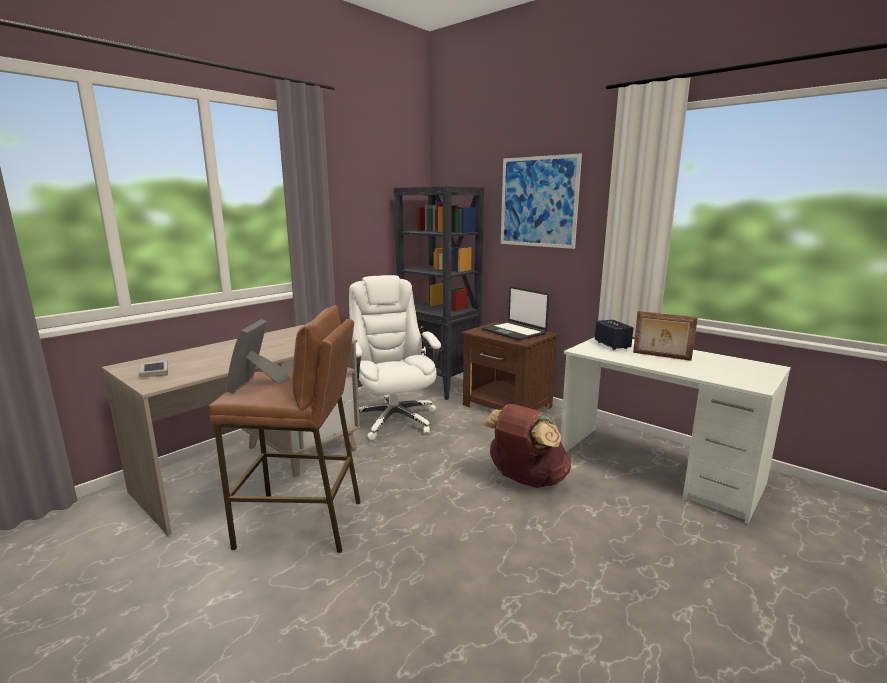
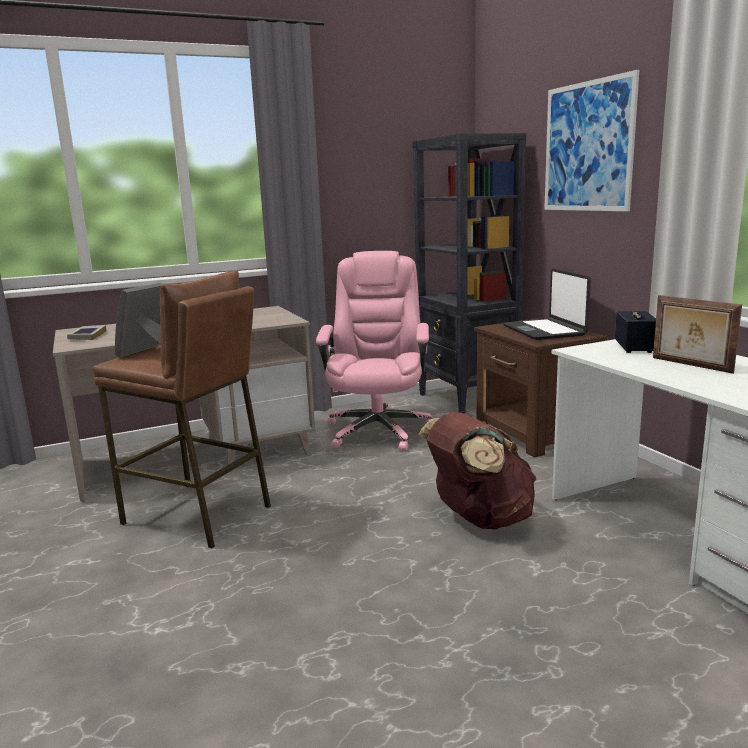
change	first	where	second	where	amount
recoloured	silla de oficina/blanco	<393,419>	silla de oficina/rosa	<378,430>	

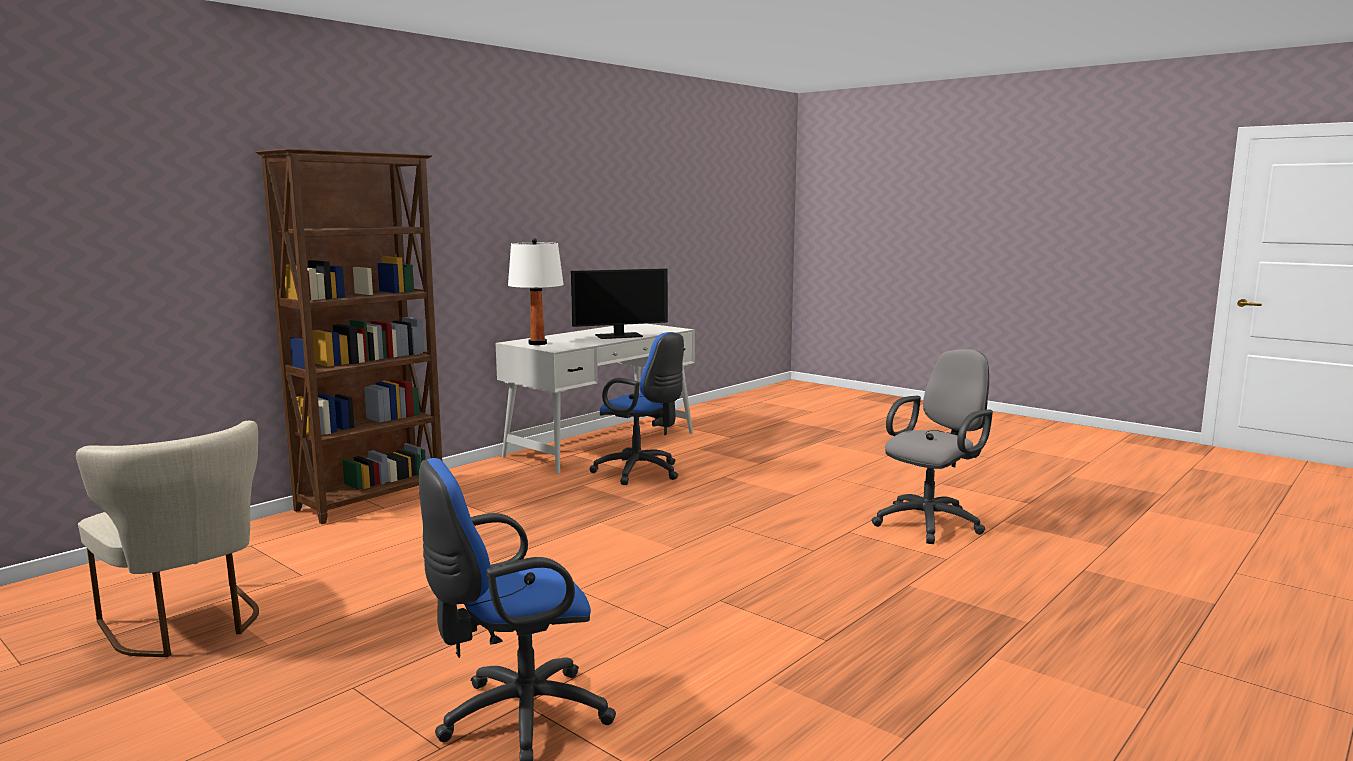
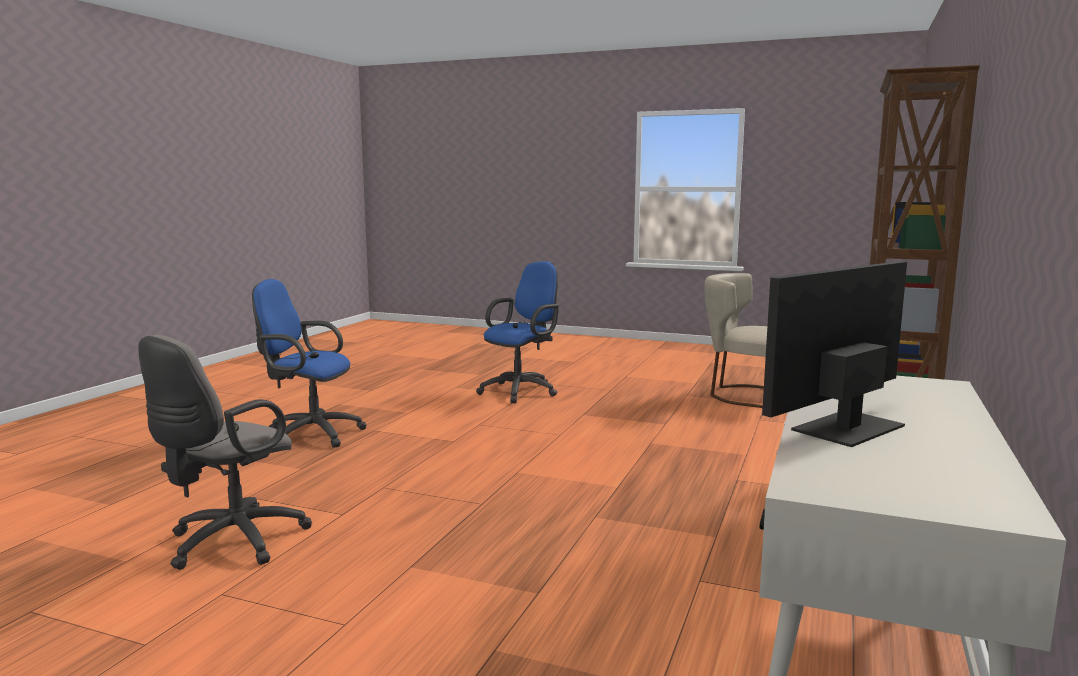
change	first	where	second	where	amount
removed	lámpara de mesa/blanco	<538,343>			
moved	silla de oficina/azul	<641,472>		<309,434>	

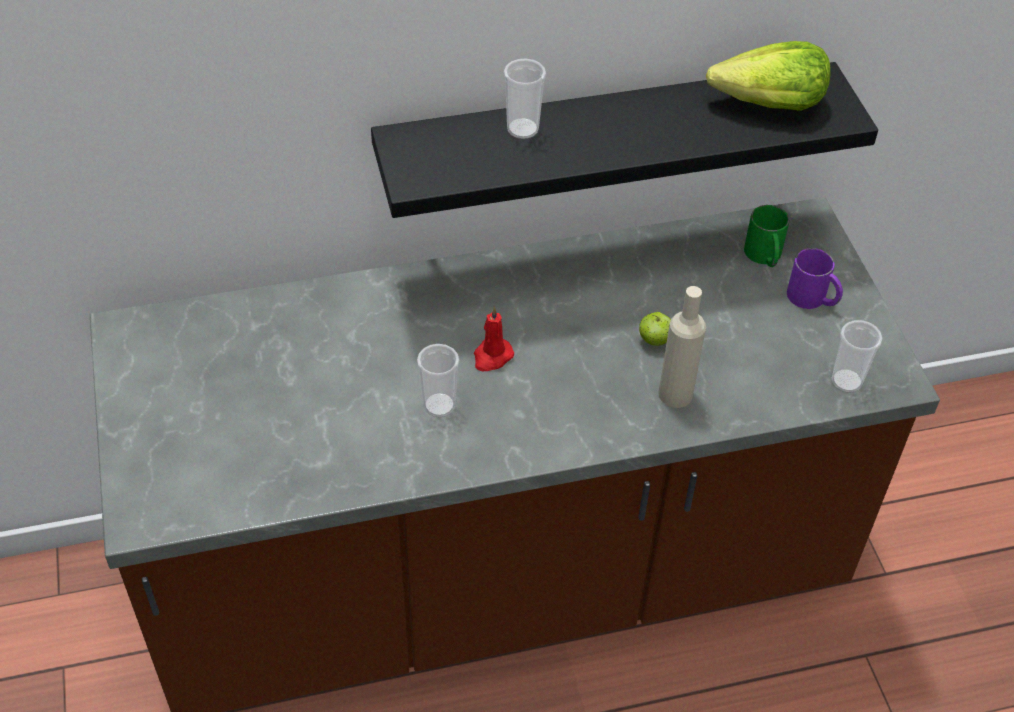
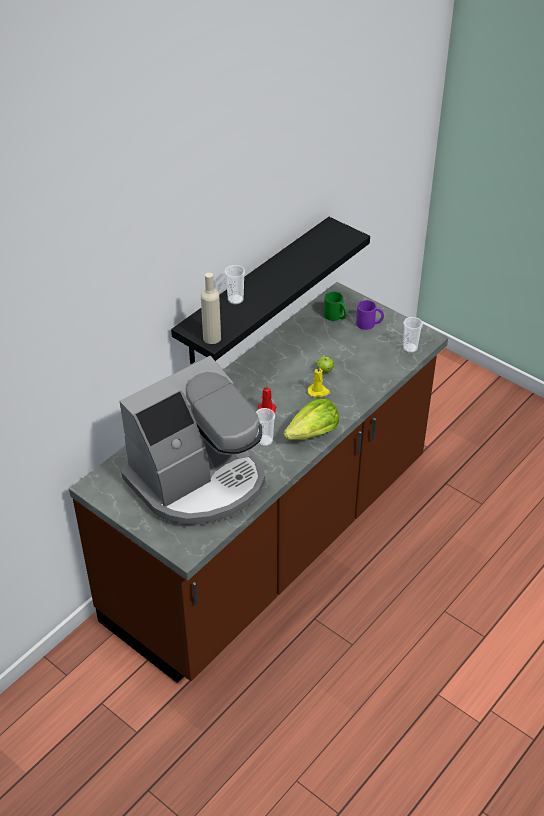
change	first	where	second	where	amount
moved	botella/beis	<675,394>		<212,338>	
moved	lechuga	<769,104>		<313,434>	
added			cafetera	<198,480>	
added			vela/amarillo	<318,392>	

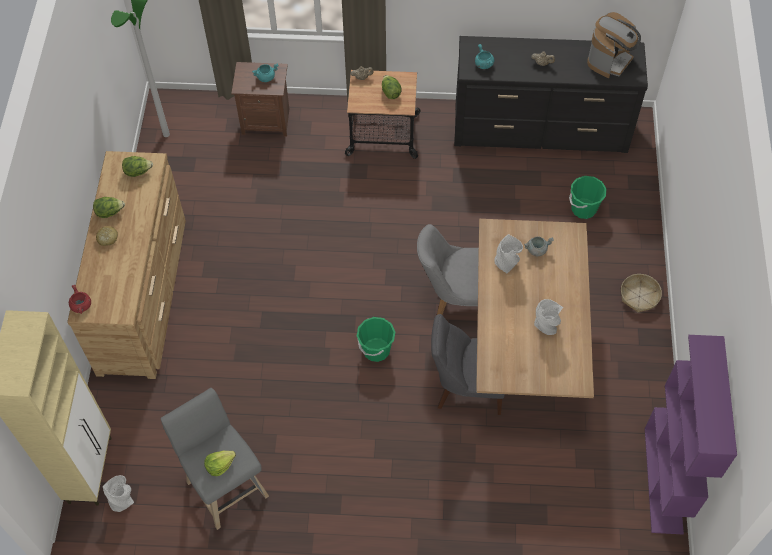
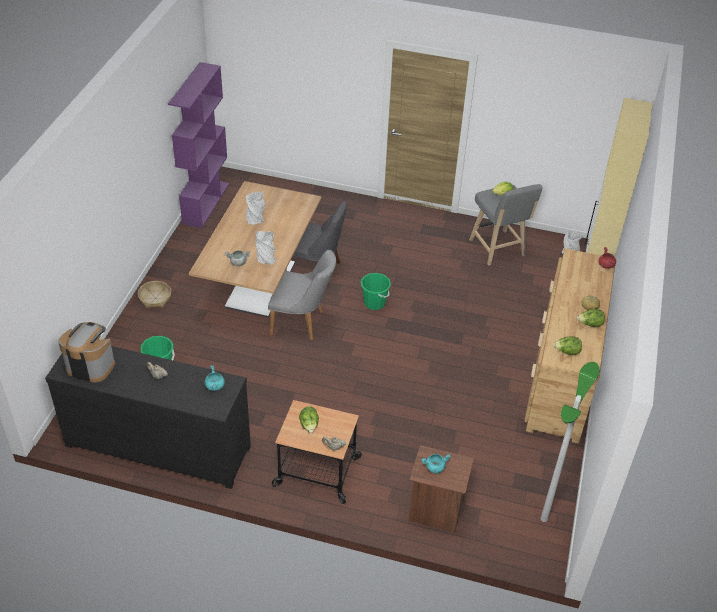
change	first	where	second	where	amount
turned	cafetera	<610,60>		<90,366>	60 degrees clockwise

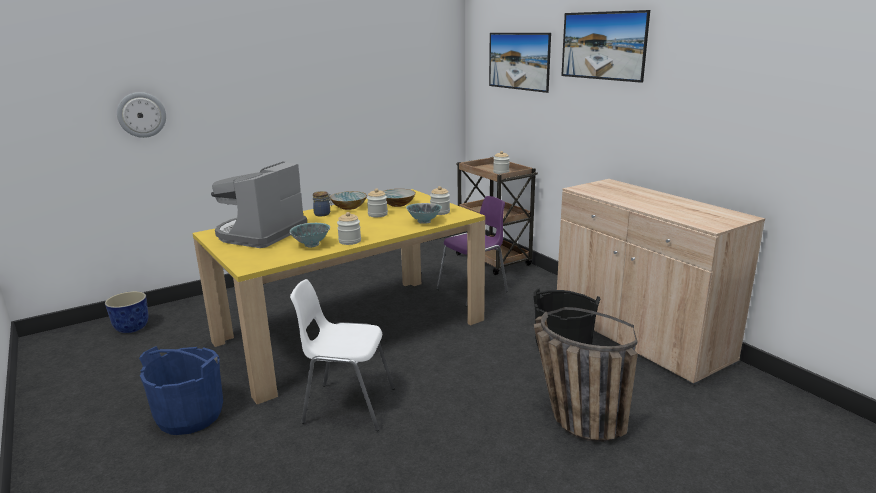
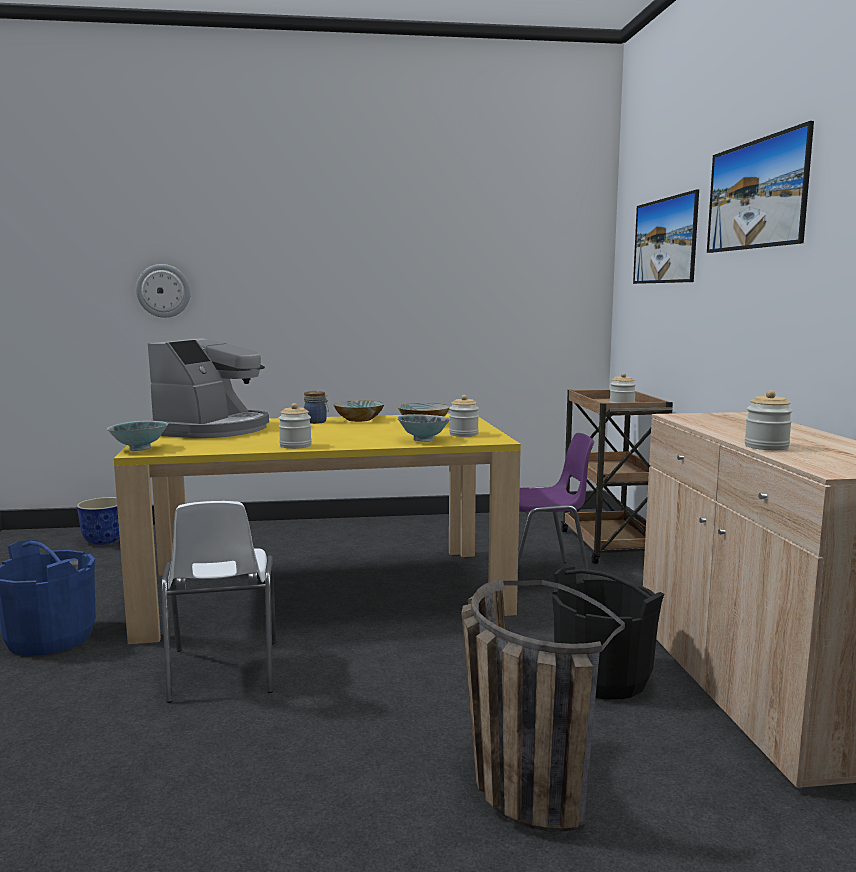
change	first	where	second	where	amount
turned	cafetera	<260,234>		<214,429>	150 degrees clockwise
moved	cuenco	<311,245>		<140,449>	
turned	silla/blanco	<347,405>		<222,672>	135 degrees counterclockwise
moved	tarro	<377,214>		<766,446>	

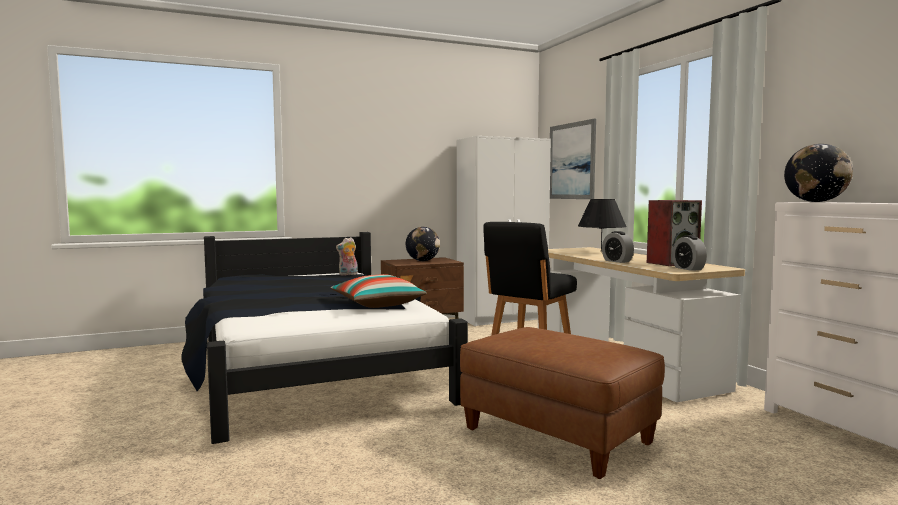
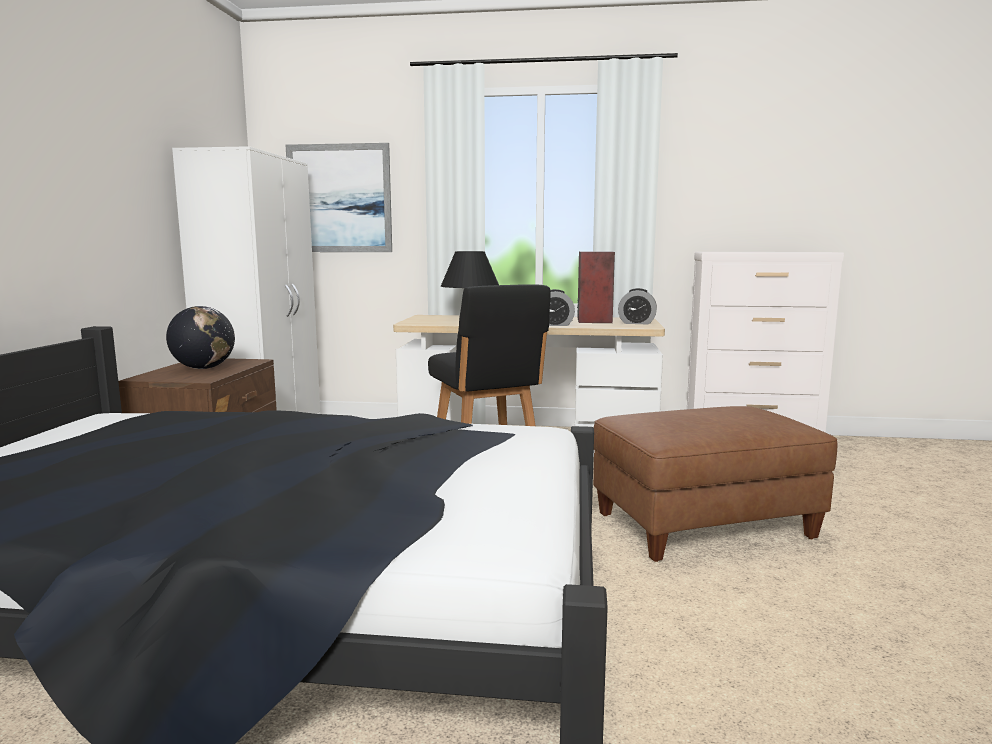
change	first	where	second	where	amount
removed	cojín	<378,304>			
removed	peluche	<348,274>			
removed	globo terráqueo	<816,202>			

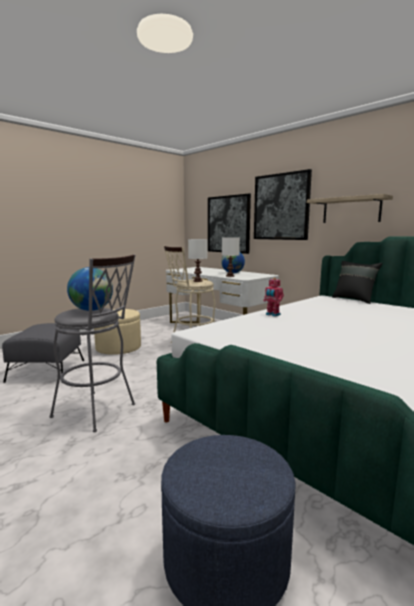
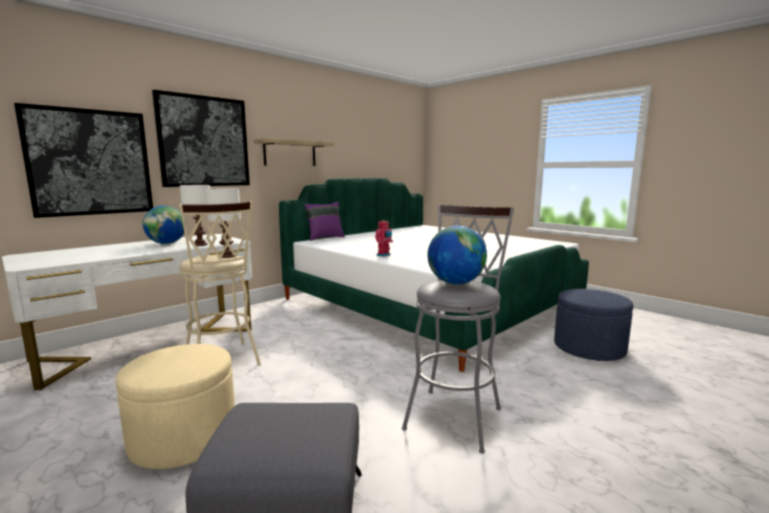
change	first	where	second	where	amount
recoloured	cojín/negro	<354,299>	cojín/morado	<324,238>	

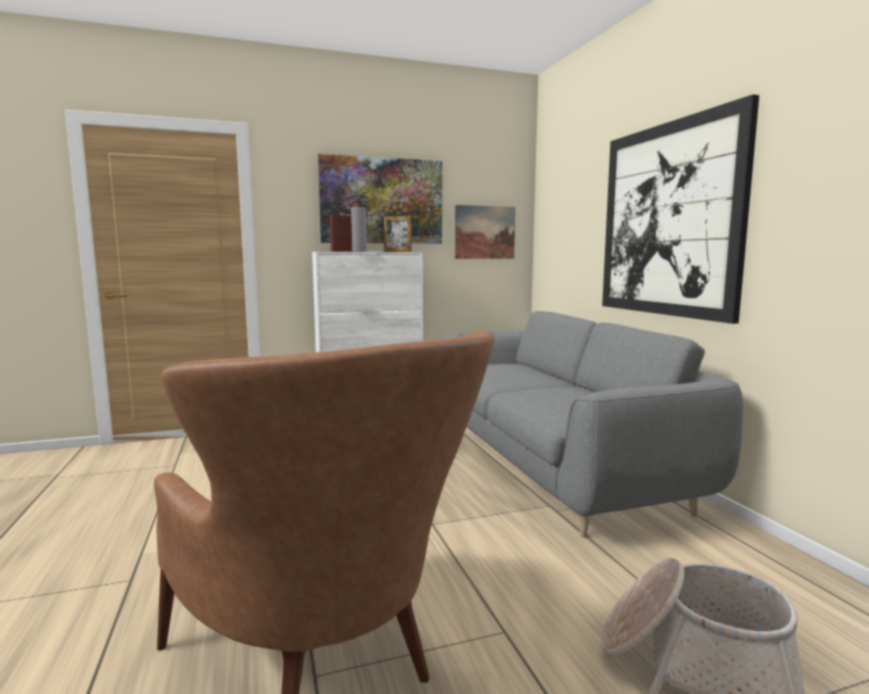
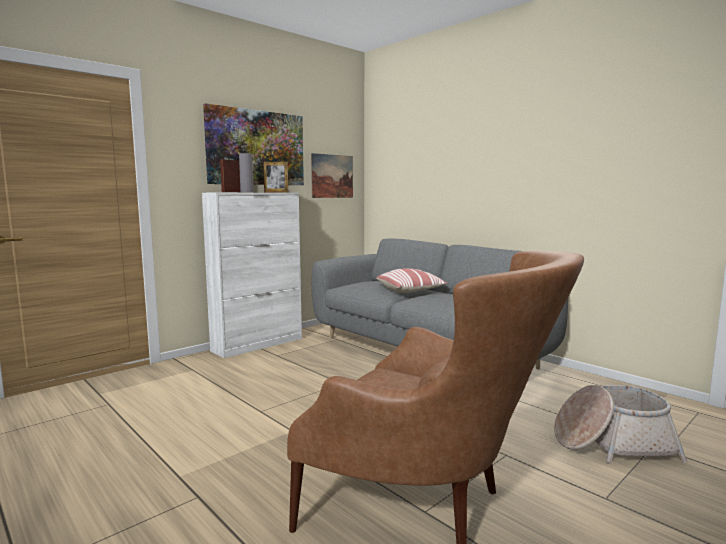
change	first	where	second	where	amount
removed	cuadro	<668,220>			
added			cojín	<410,291>	

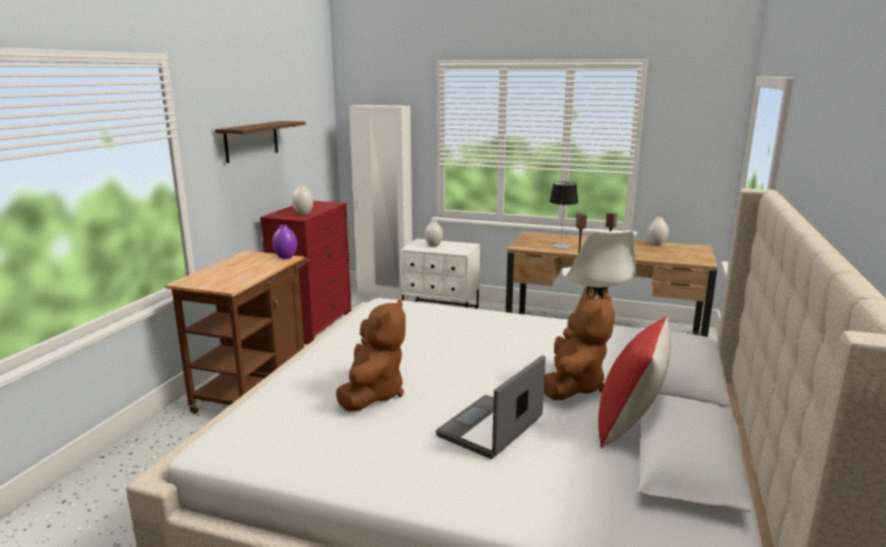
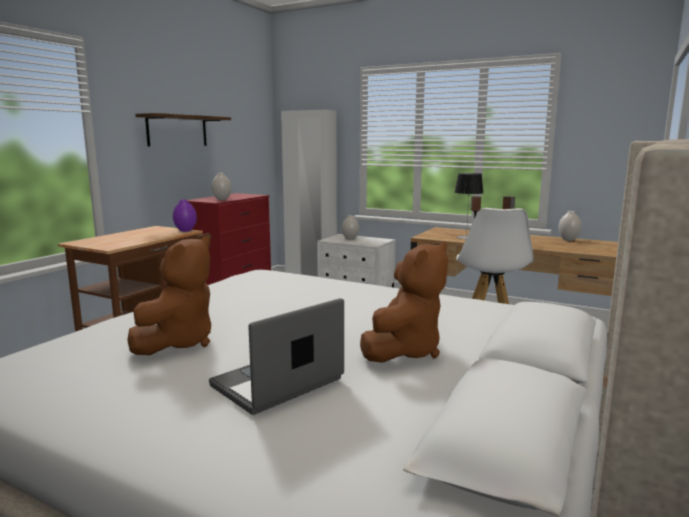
change	first	where	second	where	amount
removed	cojín/rojo	<629,425>			

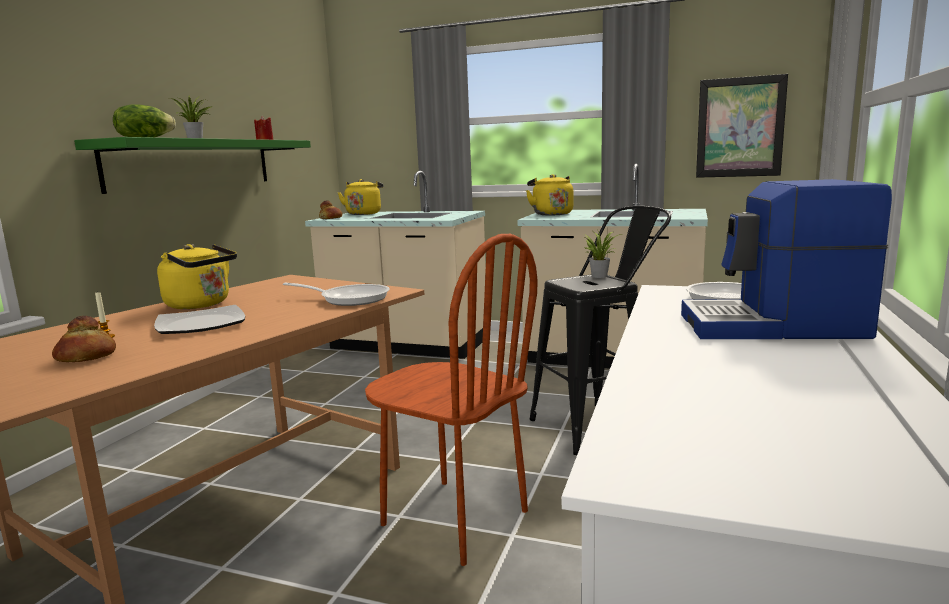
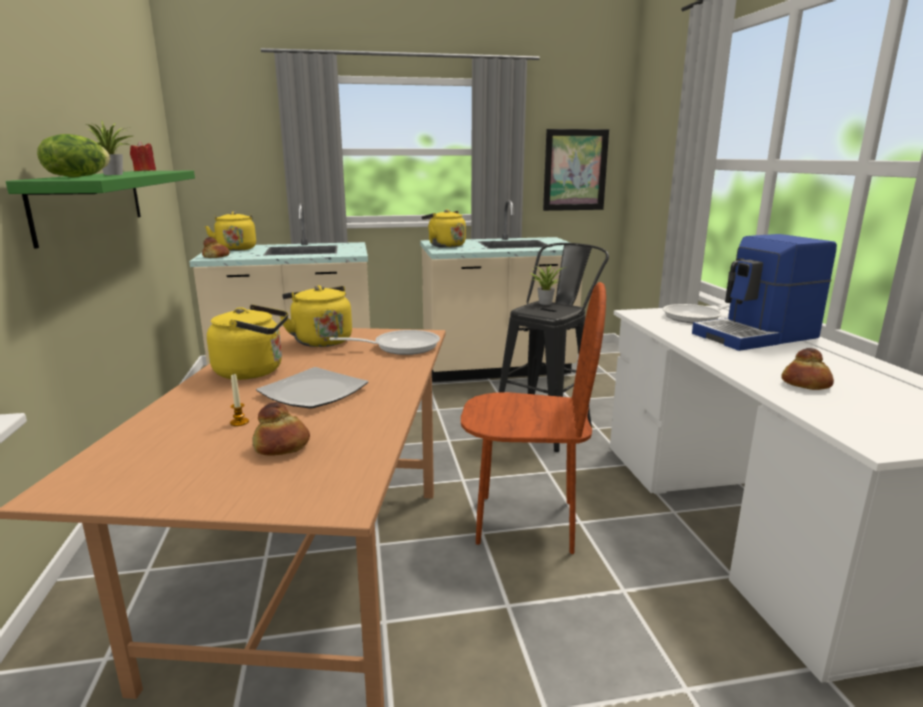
change	first	where	second	where	amount
added			hervidor/amarillo	<320,340>	
added			pan	<805,384>	

